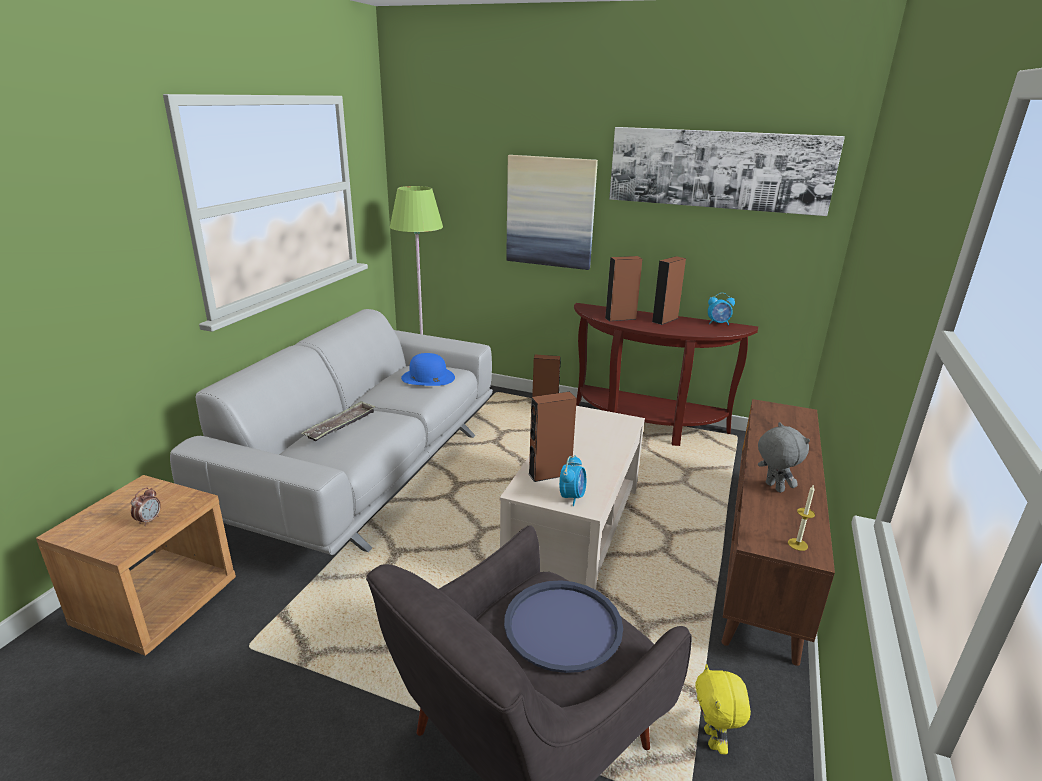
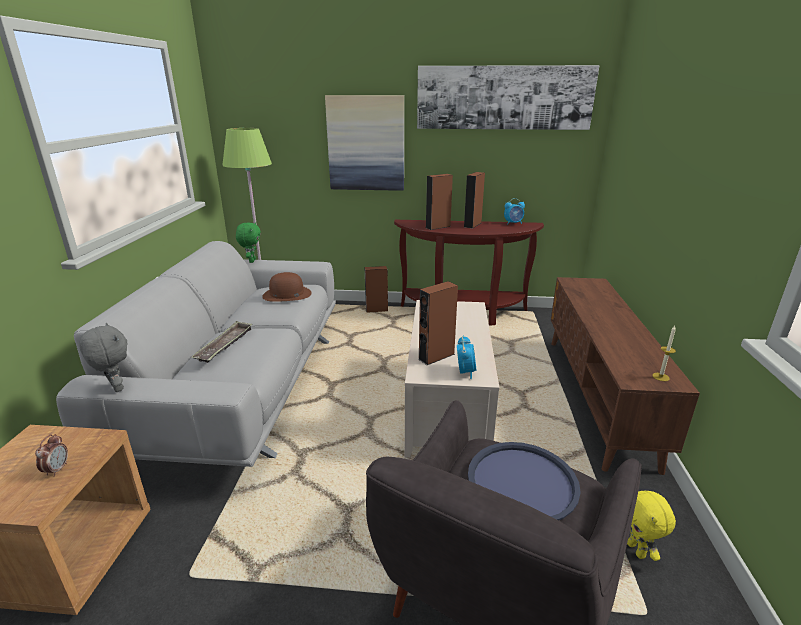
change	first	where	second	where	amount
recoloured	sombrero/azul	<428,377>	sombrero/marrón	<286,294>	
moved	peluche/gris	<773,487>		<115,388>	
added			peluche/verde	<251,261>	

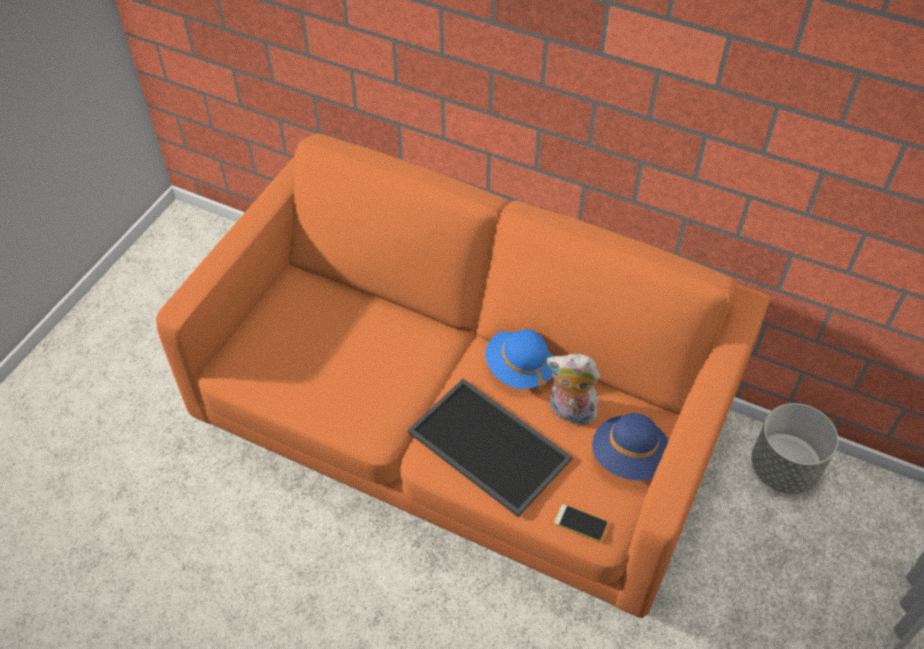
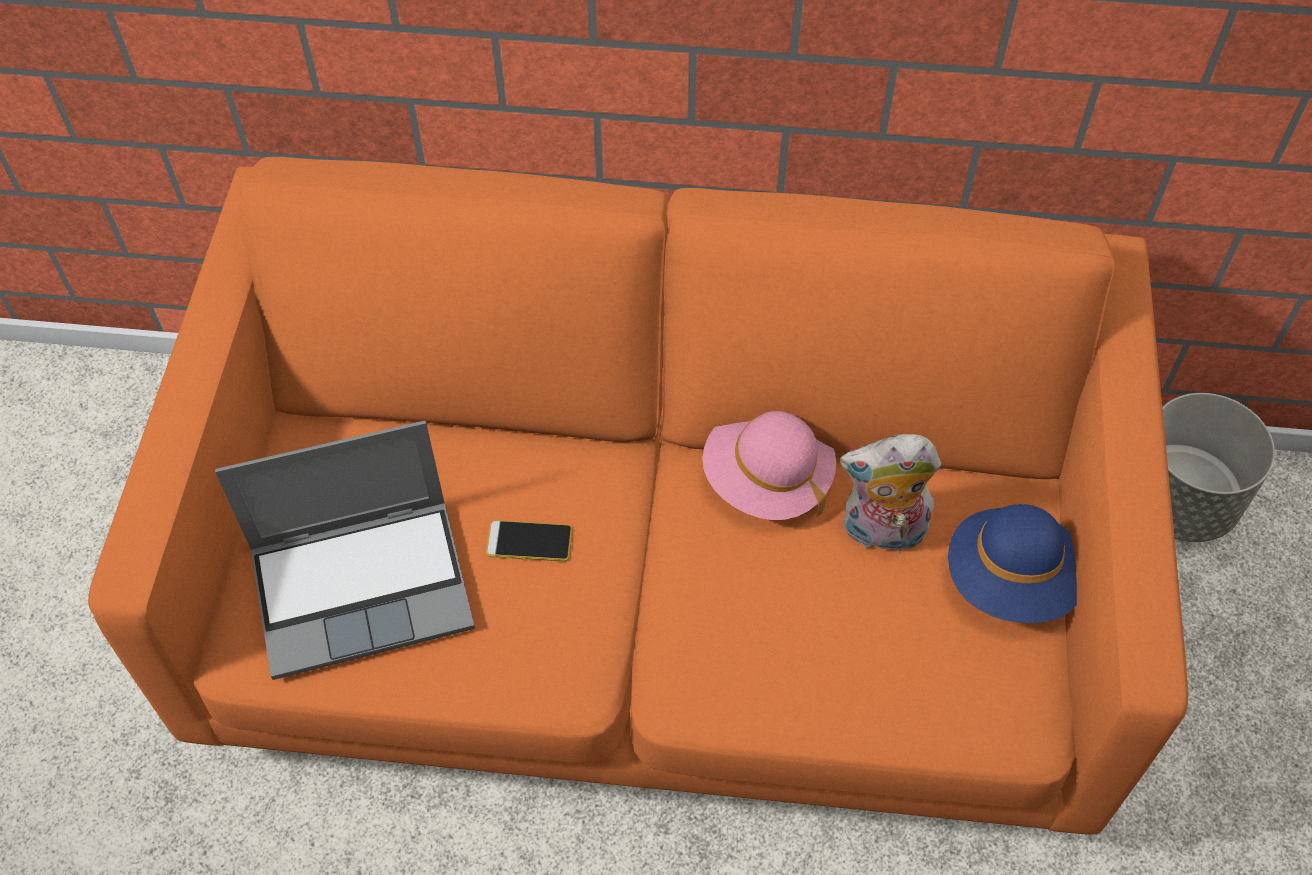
change	first	where	second	where	amount
removed	bandeja	<492,445>			
recoloured	sombrero/azul	<521,368>	sombrero/rosa	<767,478>	
moved	móvil	<580,523>		<529,541>	
added			portátil	<365,586>	

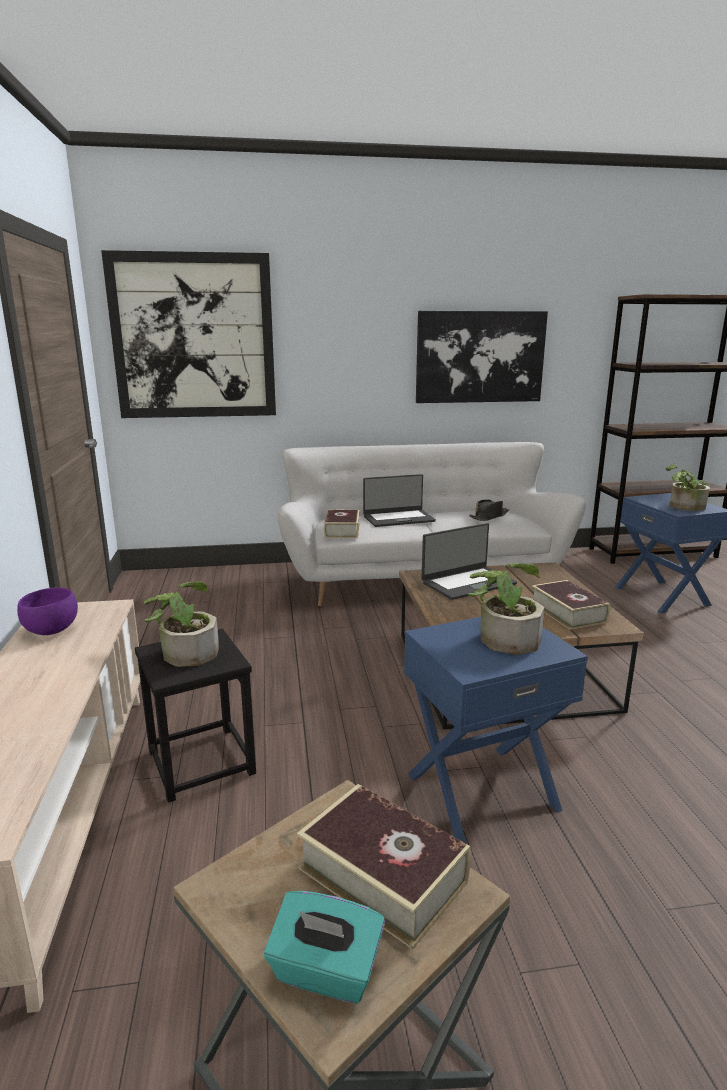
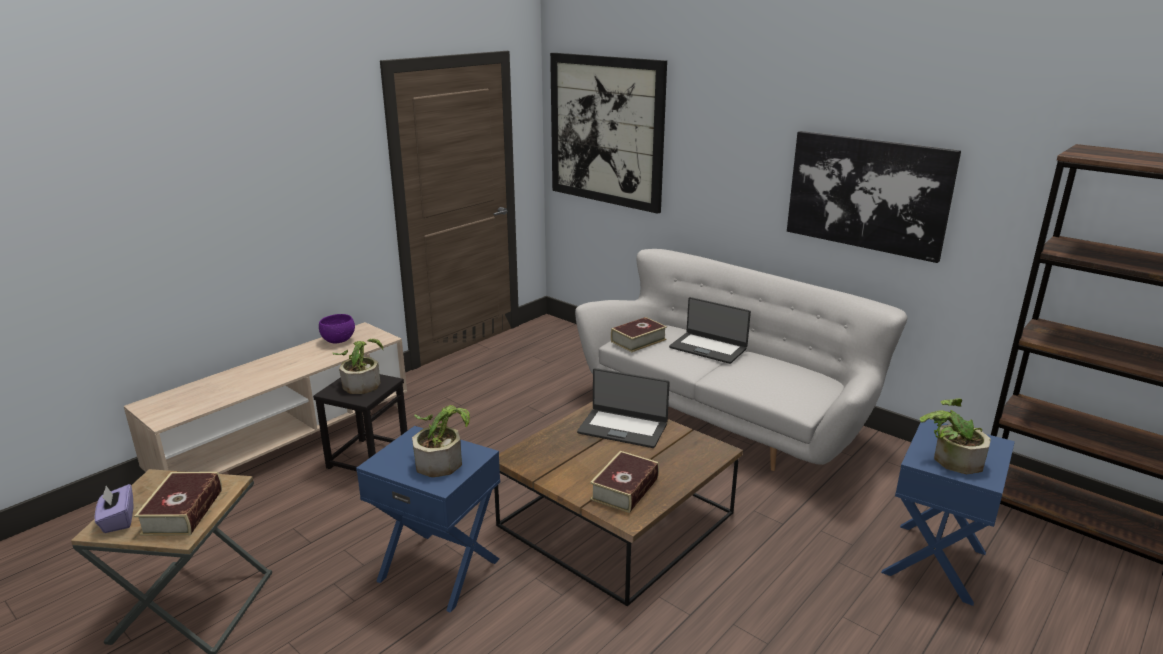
change	first	where	second	where	amount
recoloured	caja de pañuelos/turquesa	<325,971>	caja de pañuelos/morado	<118,520>	
removed	sombrero/negro	<489,517>			

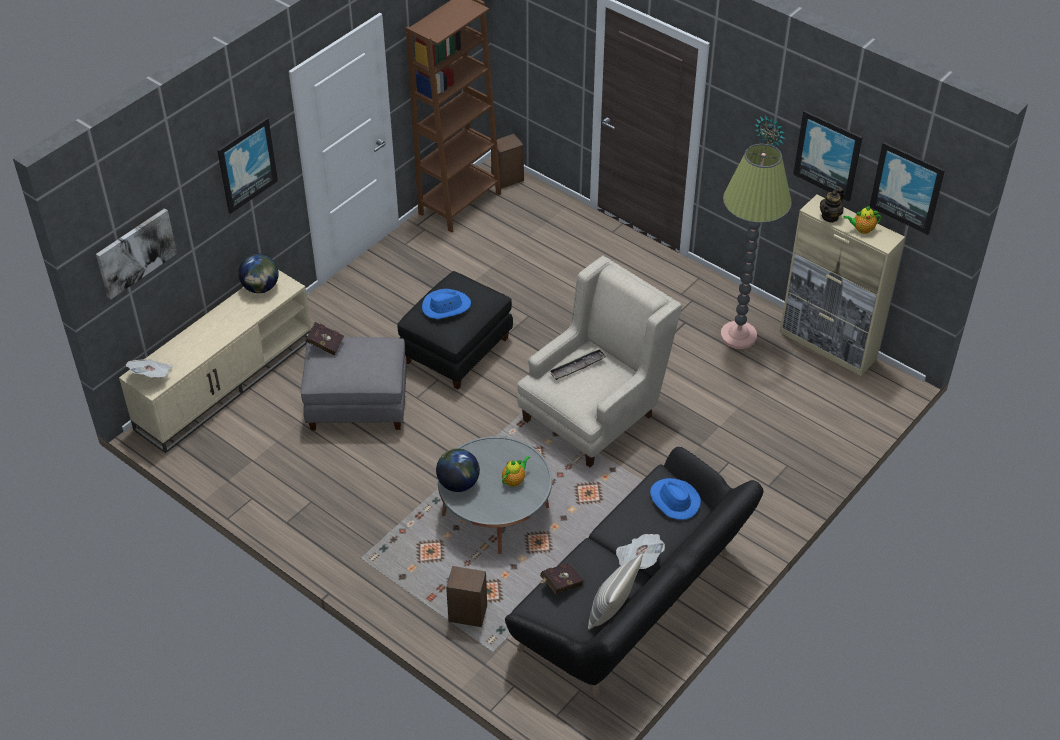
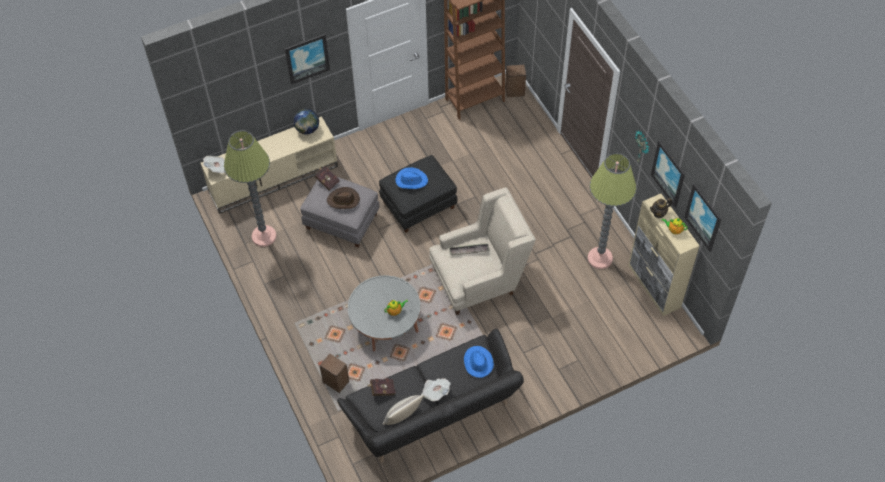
change	first	where	second	where	amount
removed	cuadro	<136,252>			
removed	globo terráqueo	<458,483>			
added			lámpara de pie	<264,236>	
added			sombrero/marrón	<343,200>	

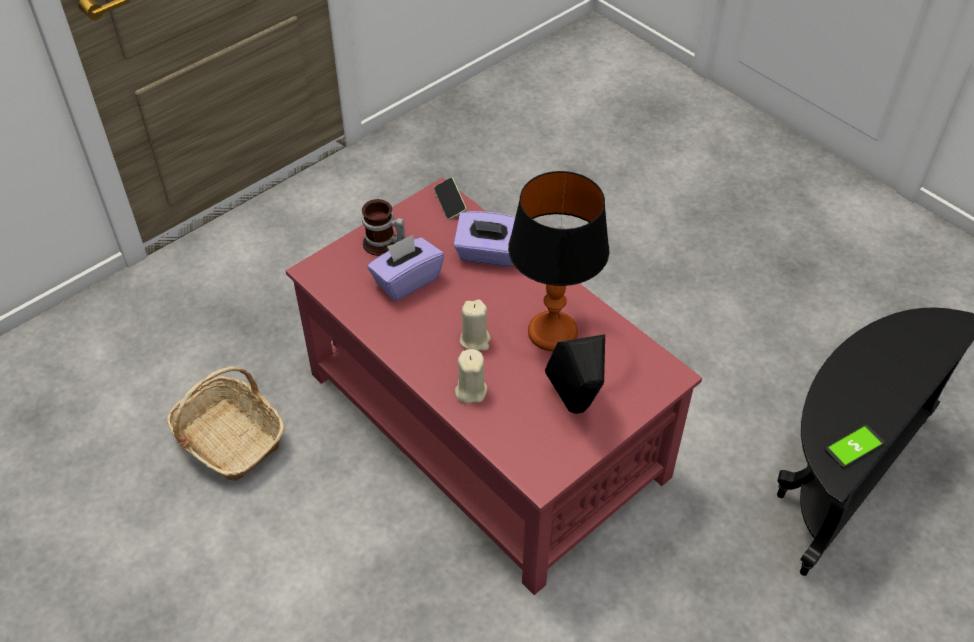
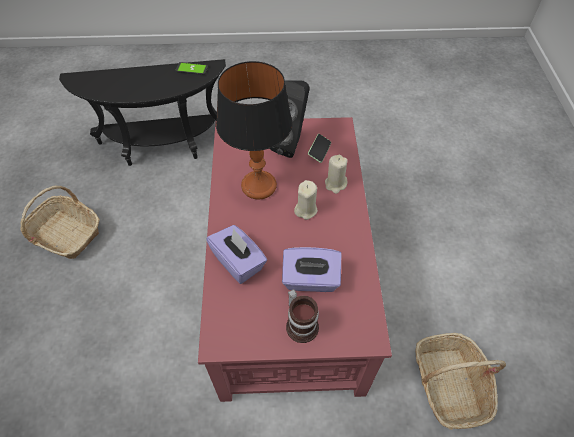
change	first	where	second	where	amount
moved	móvil	<450,203>		<319,151>	
added			cesta	<66,234>	

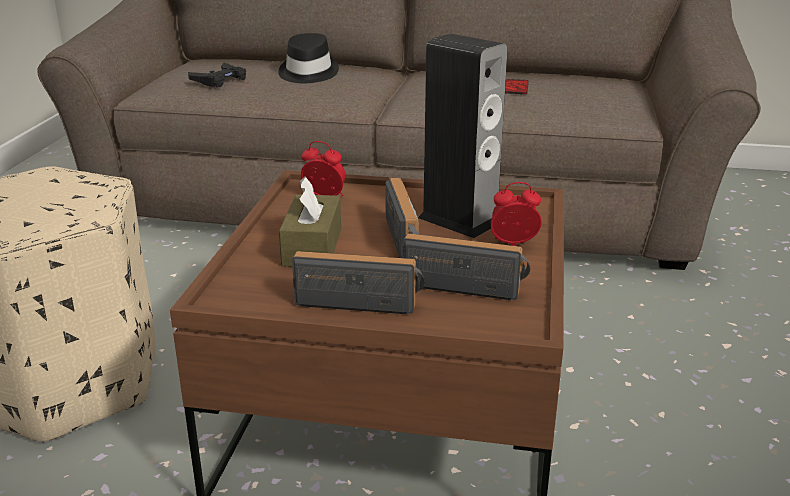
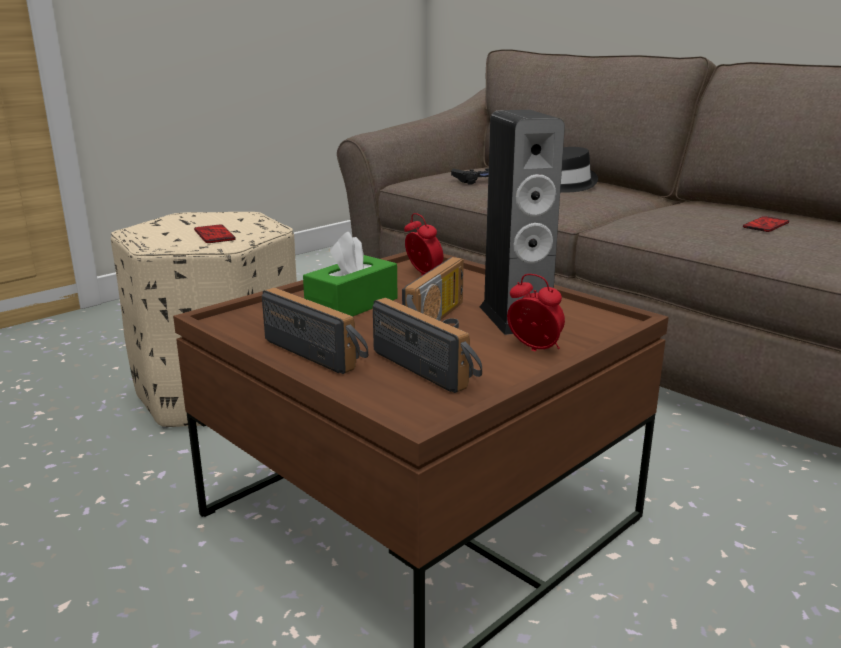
change	first	where	second	where	amount
recoloured	caja de pañuelos/marrón	<312,247>	caja de pañuelos/verde	<352,305>	
added			móvil	<214,235>	

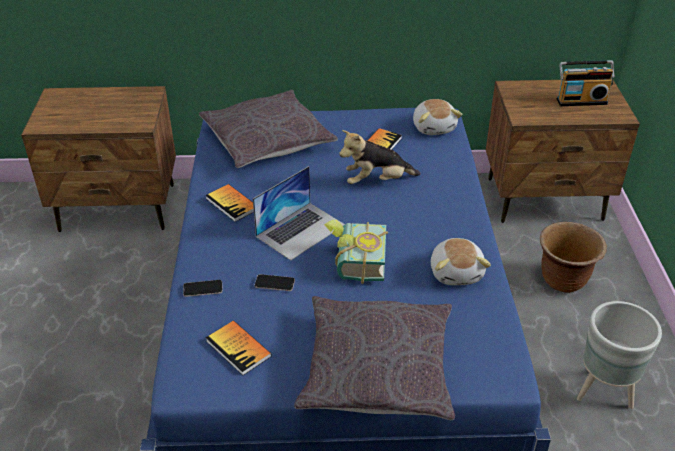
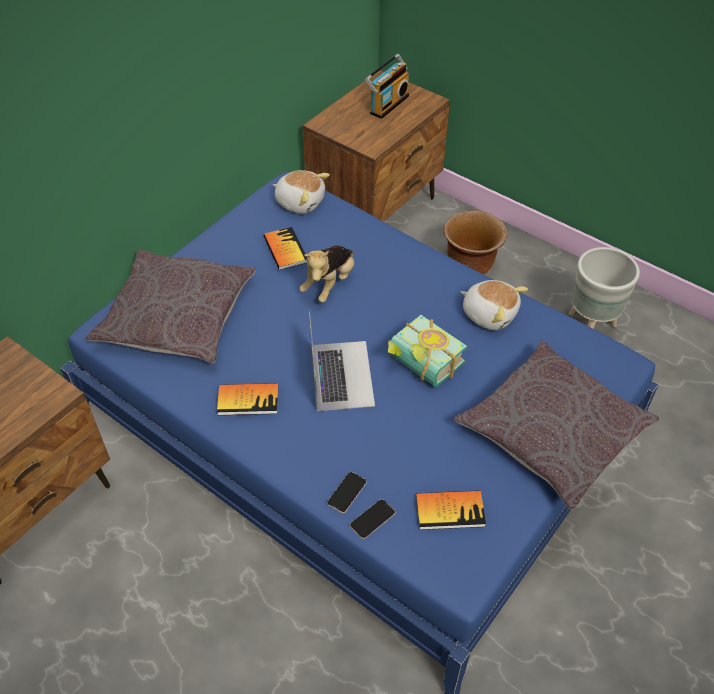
change	first	where	second	where	amount
moved	móvil	<274,283>		<372,519>	

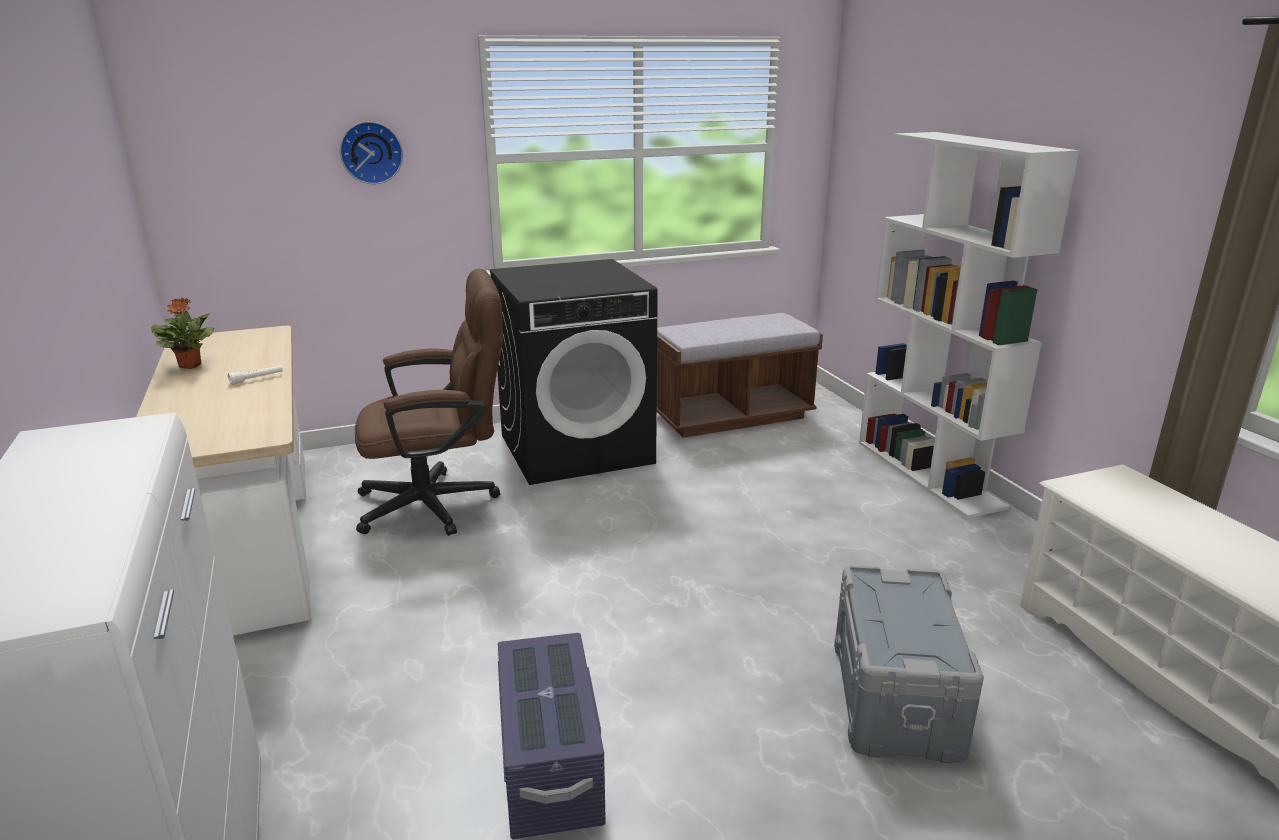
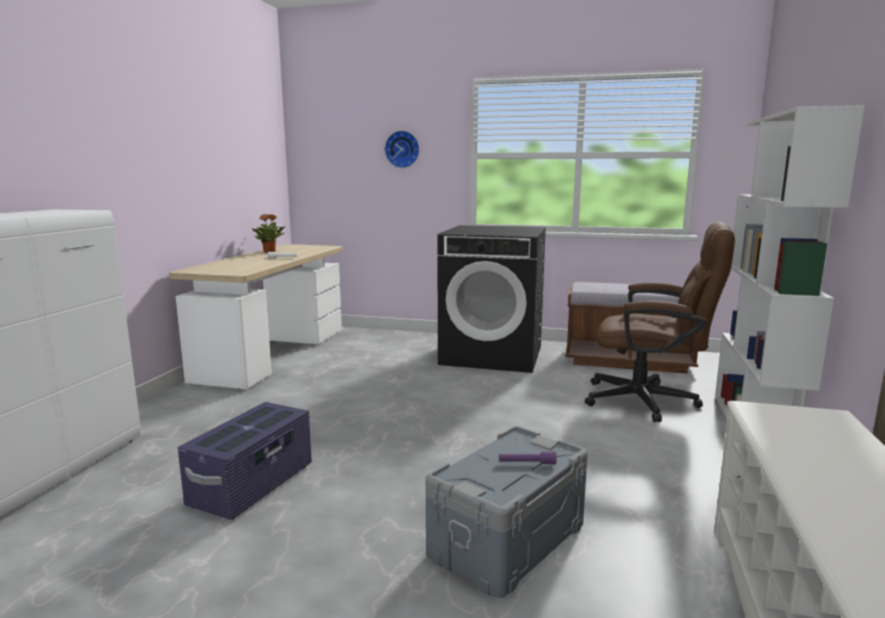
change	first	where	second	where	amount
moved	silla de oficina/marrón	<440,503>		<651,401>	
added			linterna/morado	<527,463>	

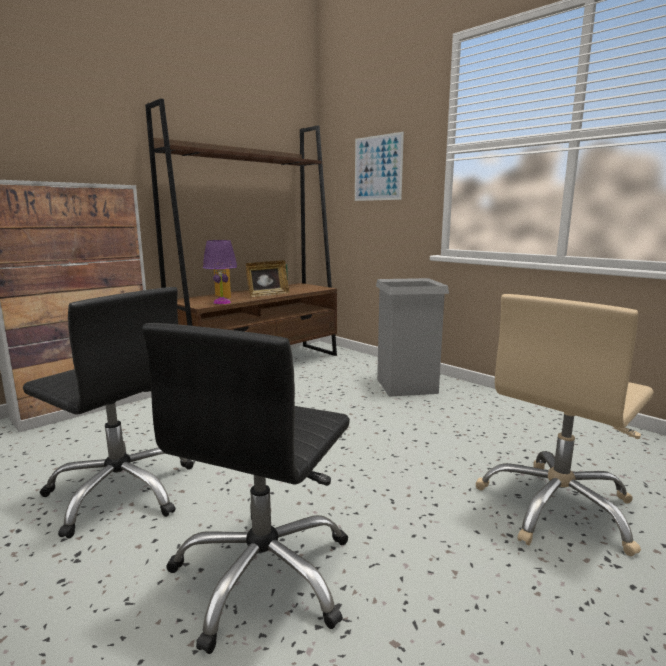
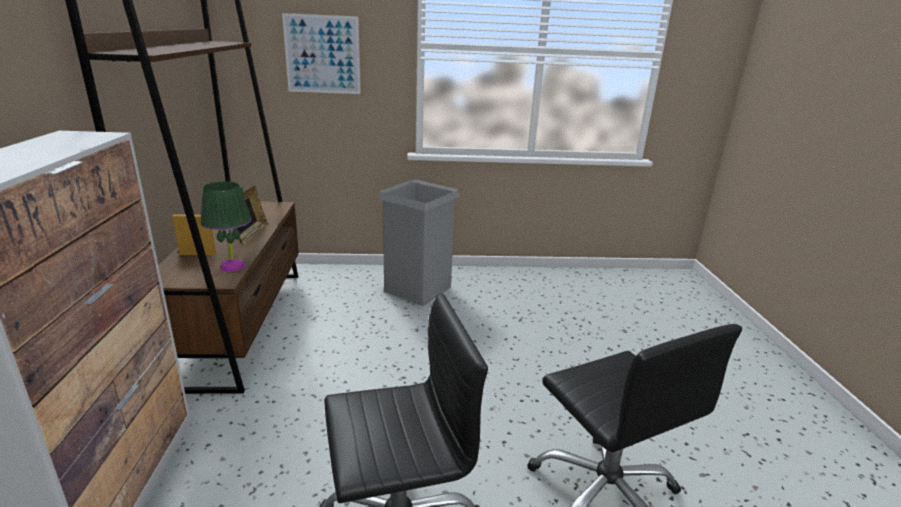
change	first	where	second	where	amount
recoloured	lámpara de mesa/morado	<222,302>	lámpara de mesa/verde	<233,266>	
removed	silla de oficina/beis	<557,508>			

